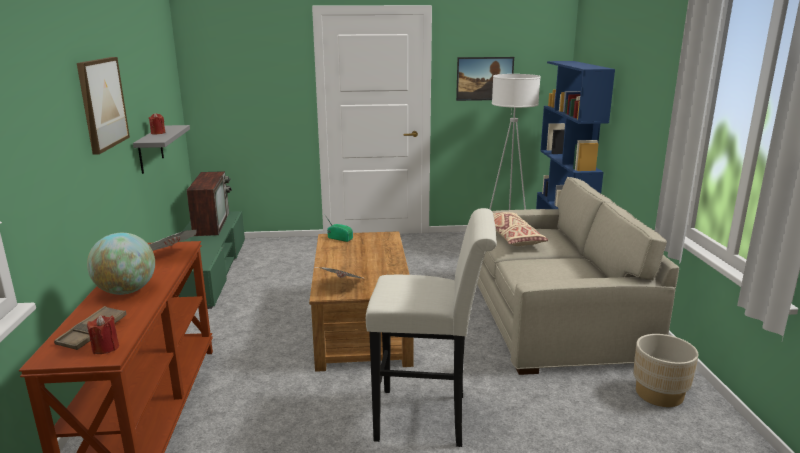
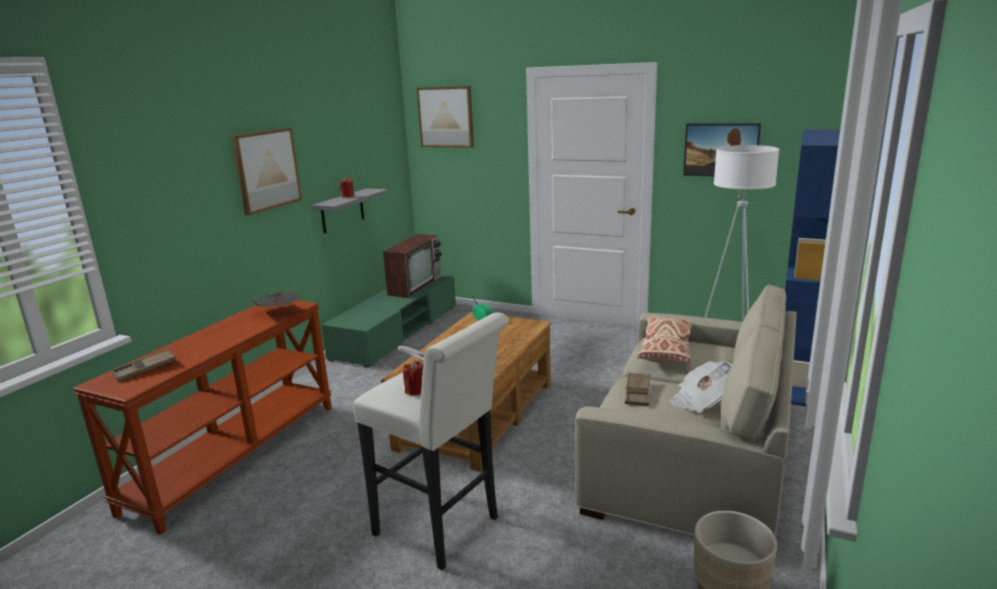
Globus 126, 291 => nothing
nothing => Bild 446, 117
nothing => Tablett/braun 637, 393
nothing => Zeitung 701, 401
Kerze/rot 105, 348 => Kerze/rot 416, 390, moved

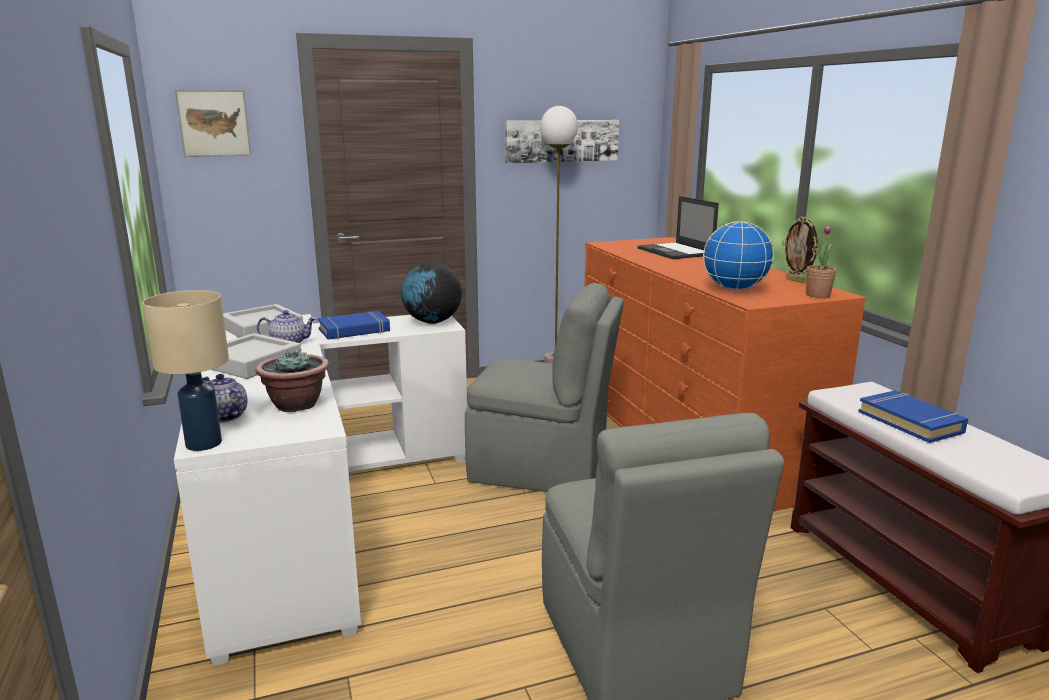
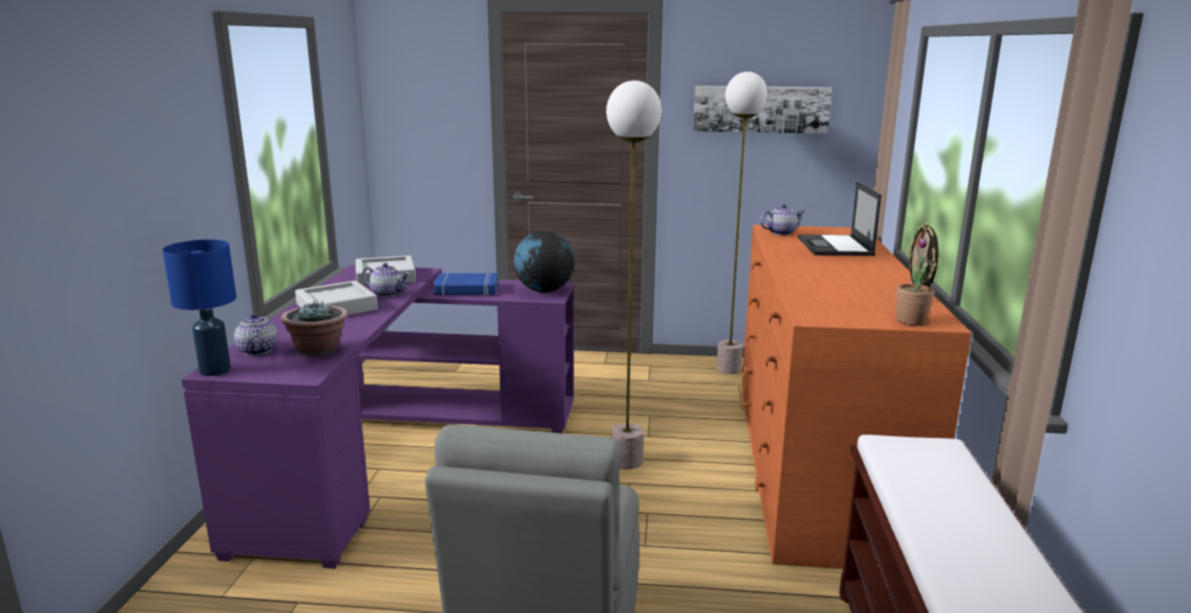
Bild 214, 123 => nothing
Globus 735, 289 => nothing
Buch/blau 910, 422 => nothing
nothing => Teekanne 781, 233
Stuhl/grau 542, 469 => Stehlampe 626, 461
Tischlampe/beige 205, 443 => Tischlampe/blau 216, 370
Schreibtisch/weiß 315, 510 => Schreibtisch/lila 396, 451

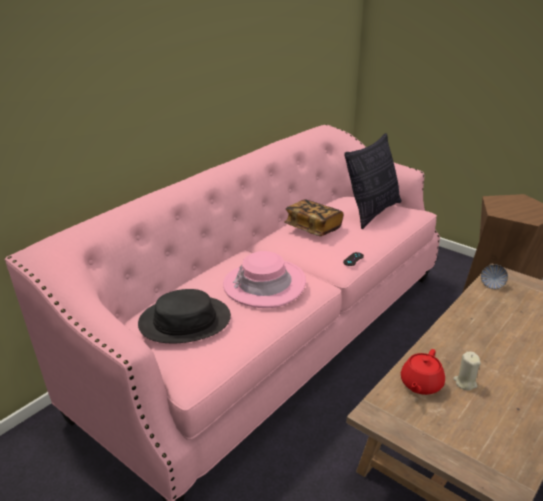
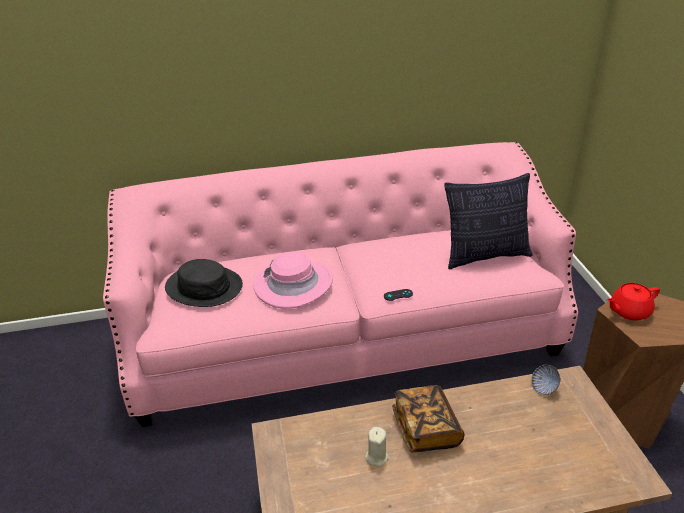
Buch 313, 228 => Buch 426, 429, moved
Teekanne/rot 420, 384 => Teekanne/rot 628, 311, moved

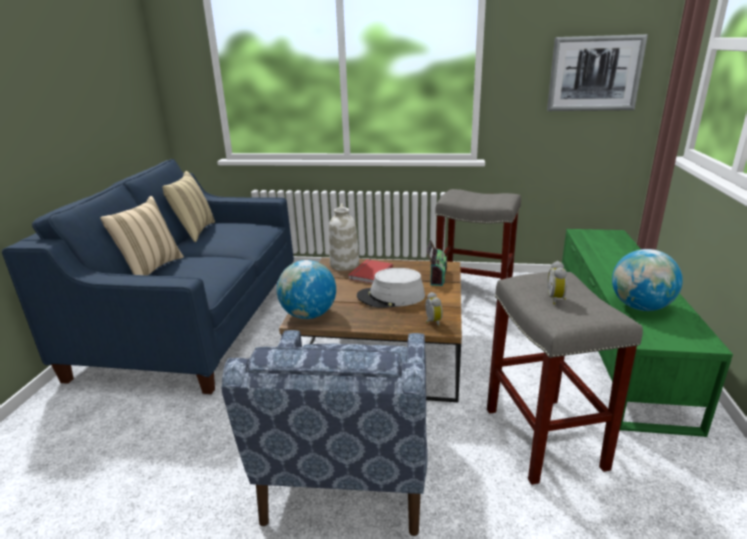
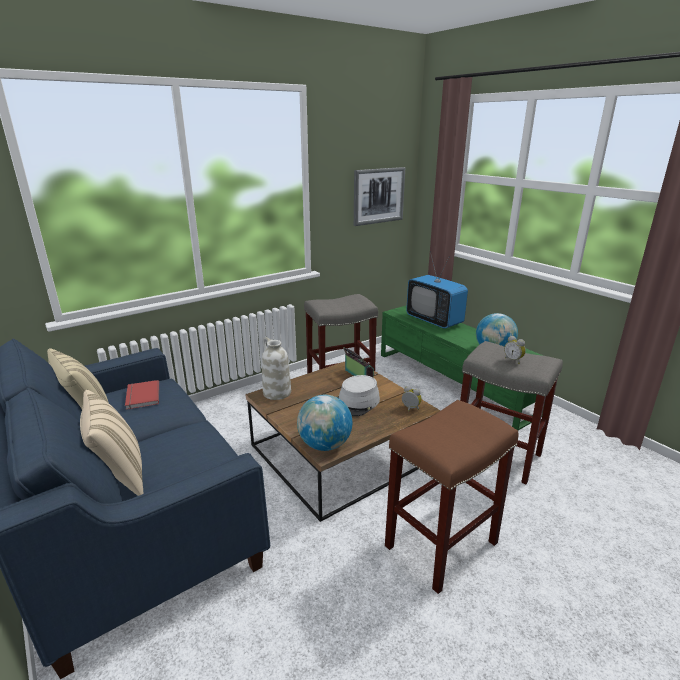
nothing => Fernseher 434, 321
Buch/rot 369, 273 => Buch/rot 141, 396, moved
Sessel/blau 347, 471 => Hocker/braun 441, 545

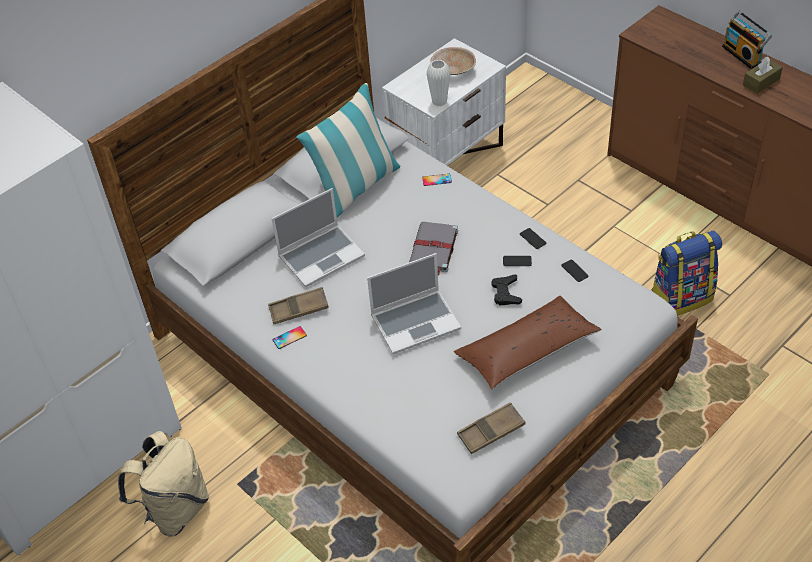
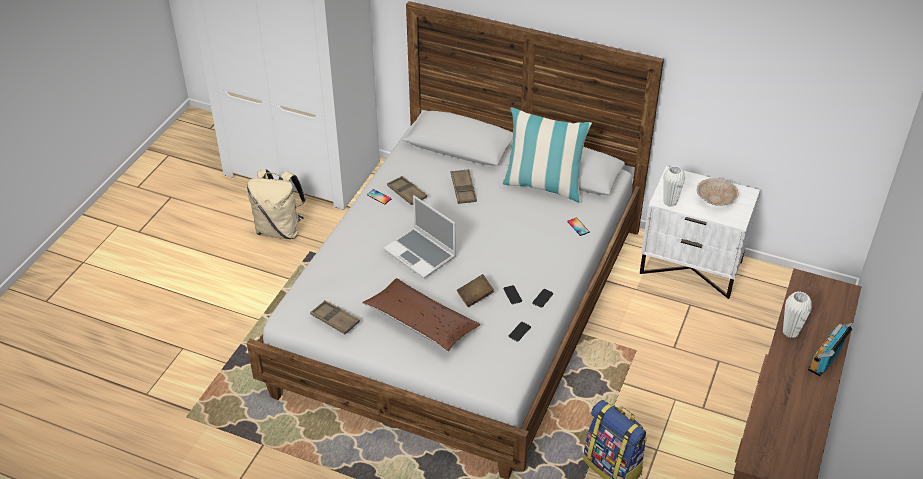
Buch/grau 433, 249 => nothing
Taschentuchbox/braun 761, 82 => nothing
nothing => Vase/weiß 790, 332
Laptop 321, 256 => Tablett/braun 463, 189
Gamepad/schwarz 506, 293 => Buch/braun 475, 297

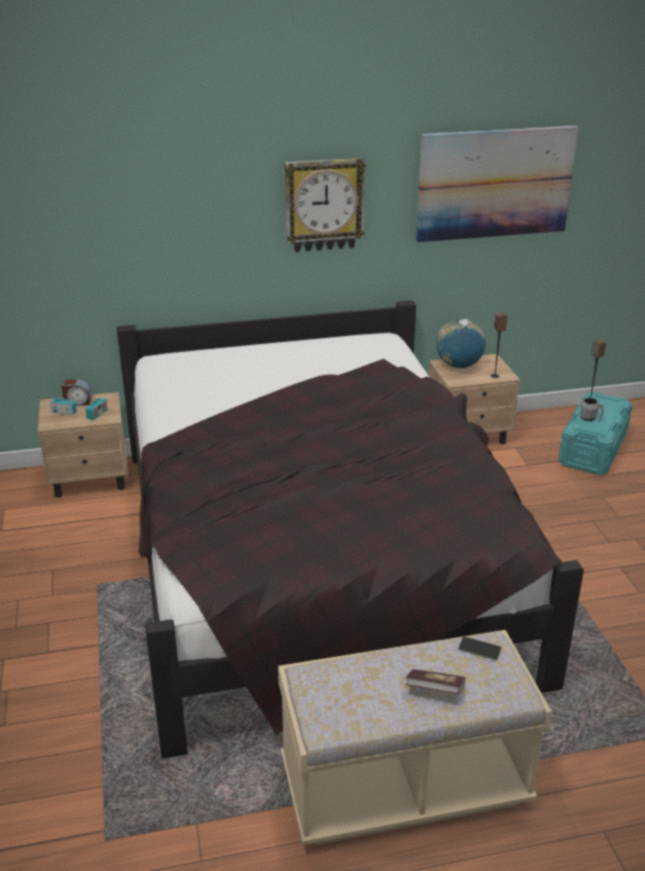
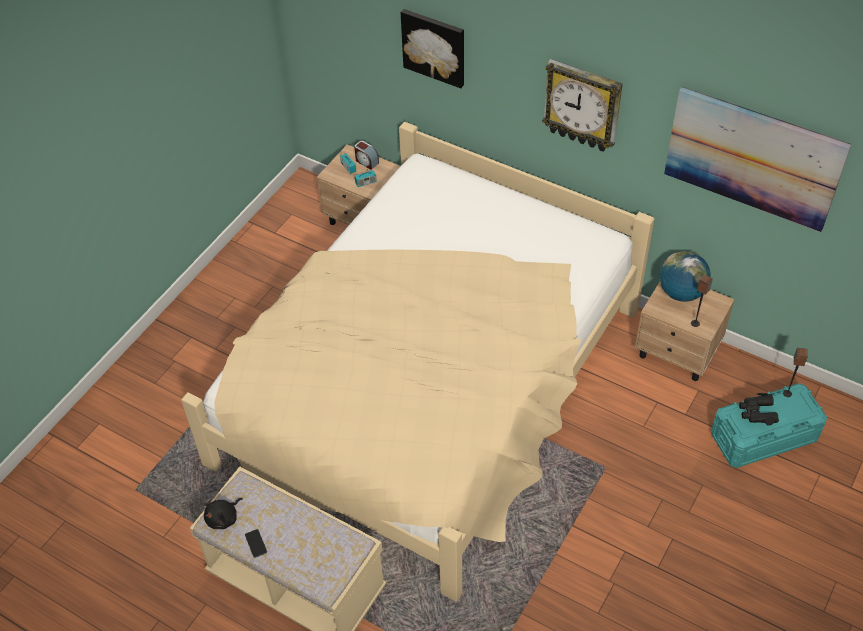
Buch 434, 690 => nothing
nothing => Plüschtier/schwarz 224, 518
nothing => Bild 434, 47
Handy 479, 649 => Handy 256, 543, moved
Henkelbecher/grau 590, 418 => Fernglas/schwarz 757, 412
Bett/schwarz 315, 557 => Bett/beige 430, 387

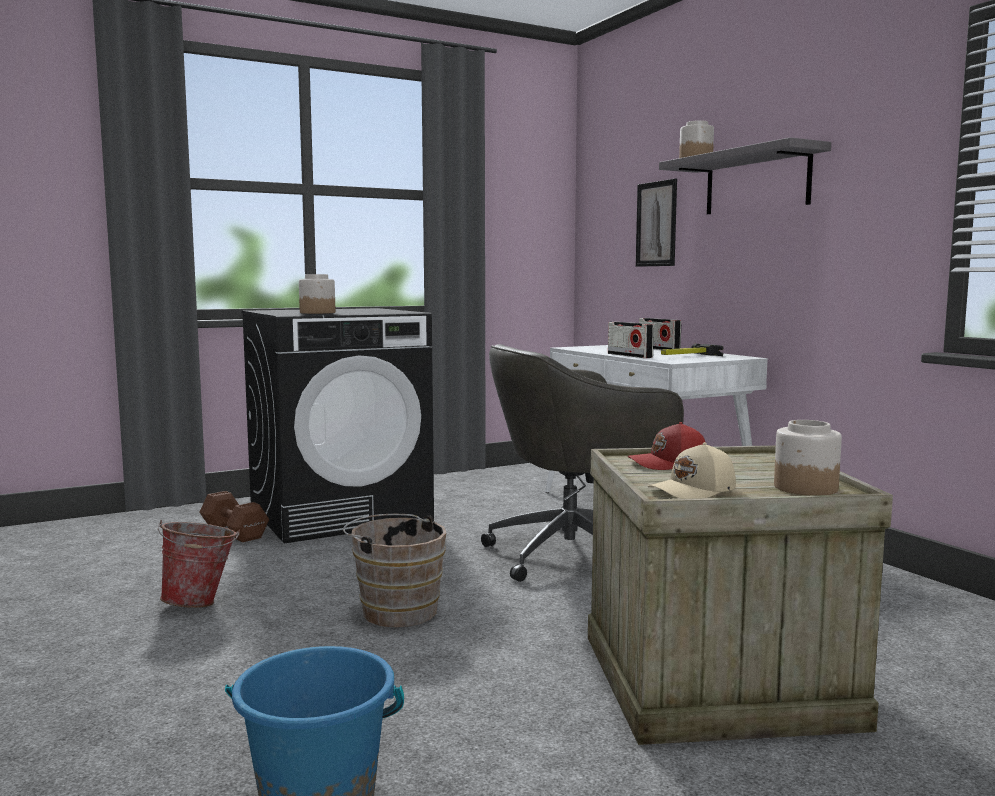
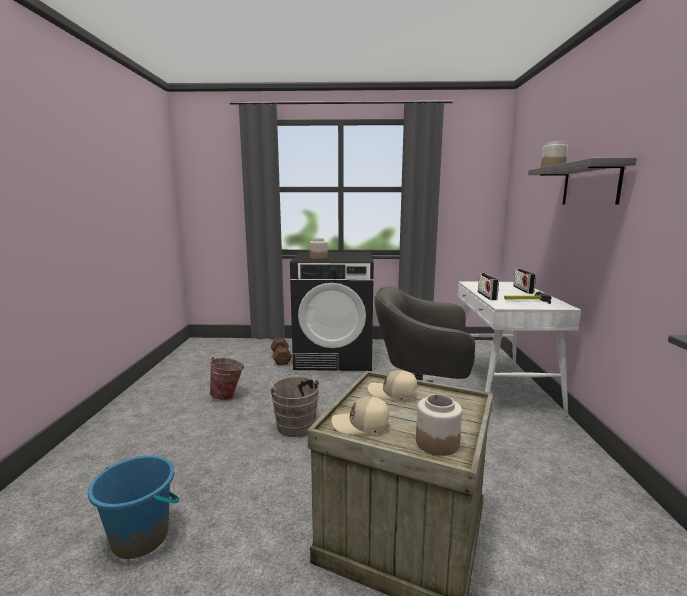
Bild 656, 224 => nothing
Kappe/rot 669, 464 => Kappe/beige 393, 393

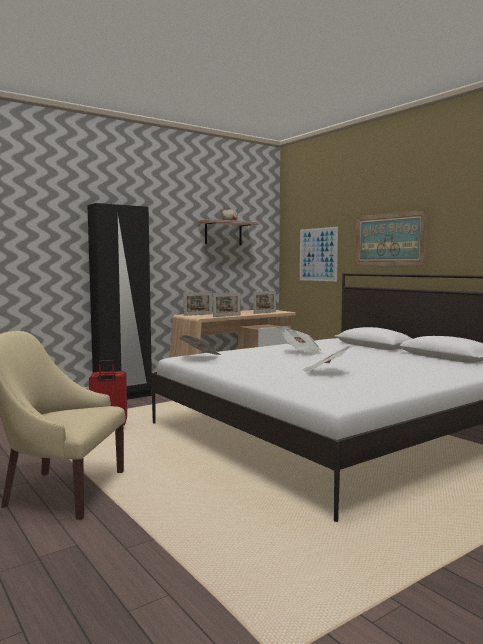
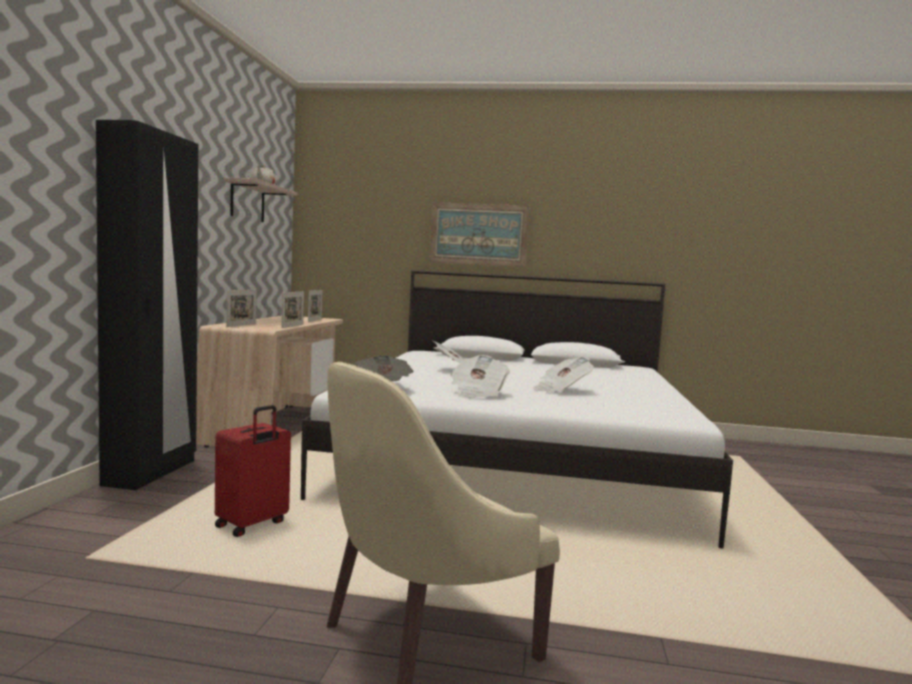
Bild 318, 254 => nothing
nothing => Zeitung 477, 393

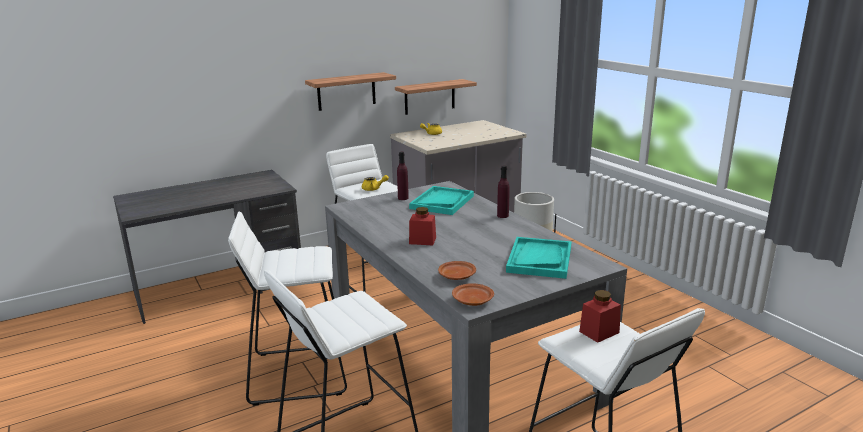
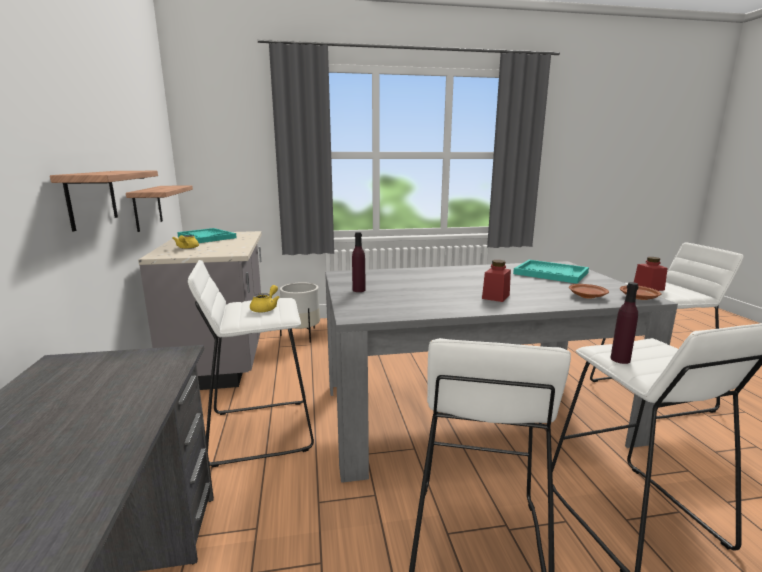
Tablett/türkis 442, 202 => Tablett/türkis 206, 237, moved
Flasche/lila 502, 216 => Flasche/lila 620, 359, moved

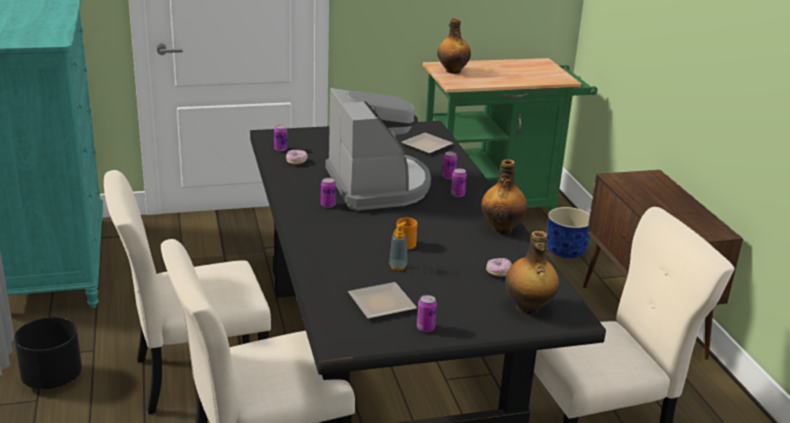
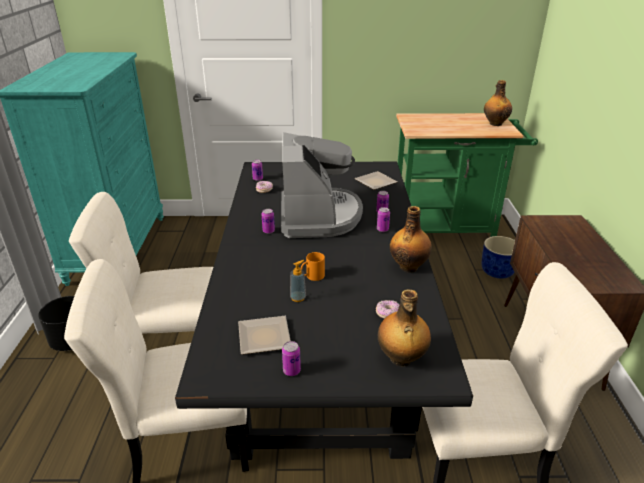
Flasche 452, 71 => Flasche 495, 124, moved

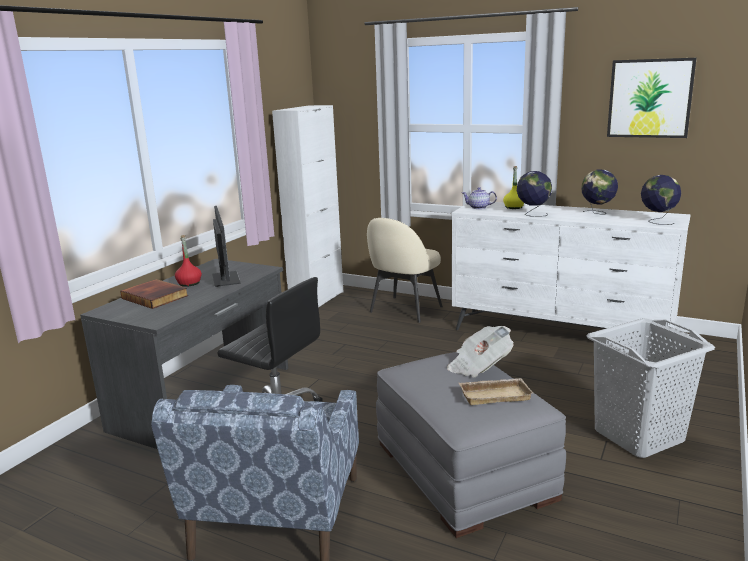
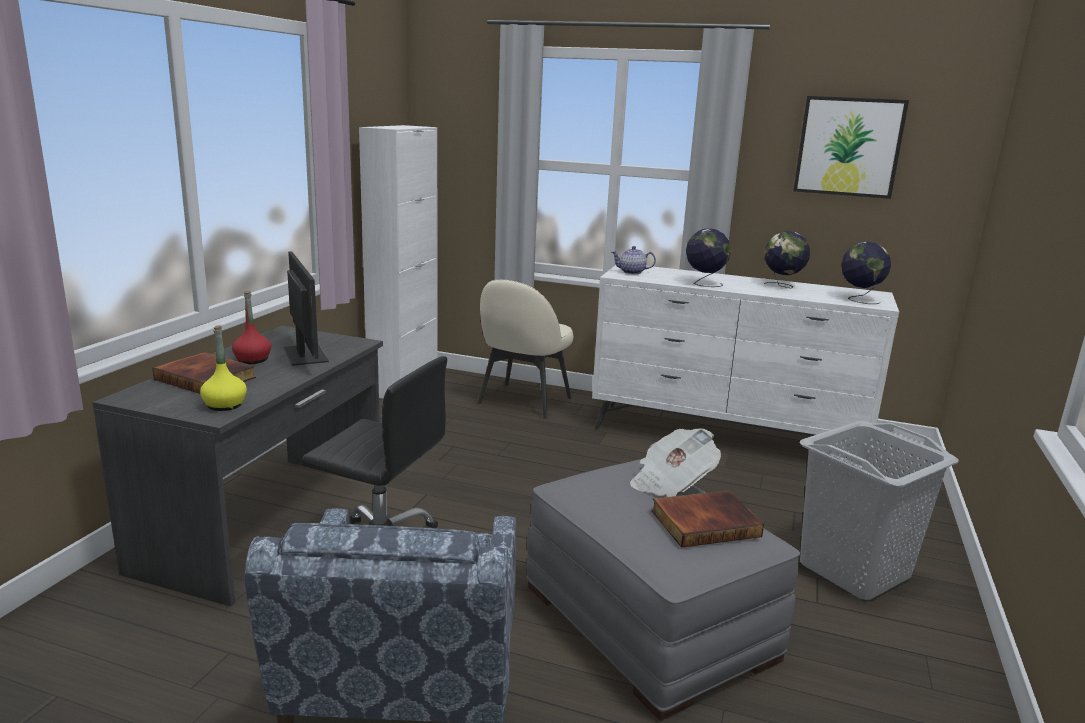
Flasche/gelb 513, 207 => Flasche/gelb 224, 405, moved
Tablett/beige 495, 395 => Buch 705, 522

